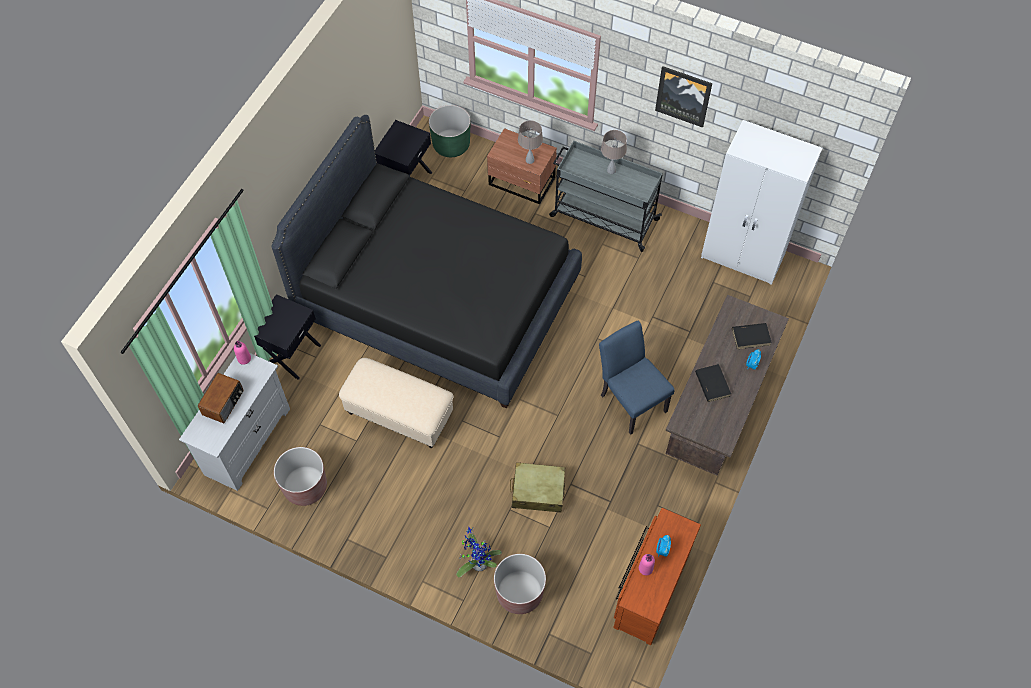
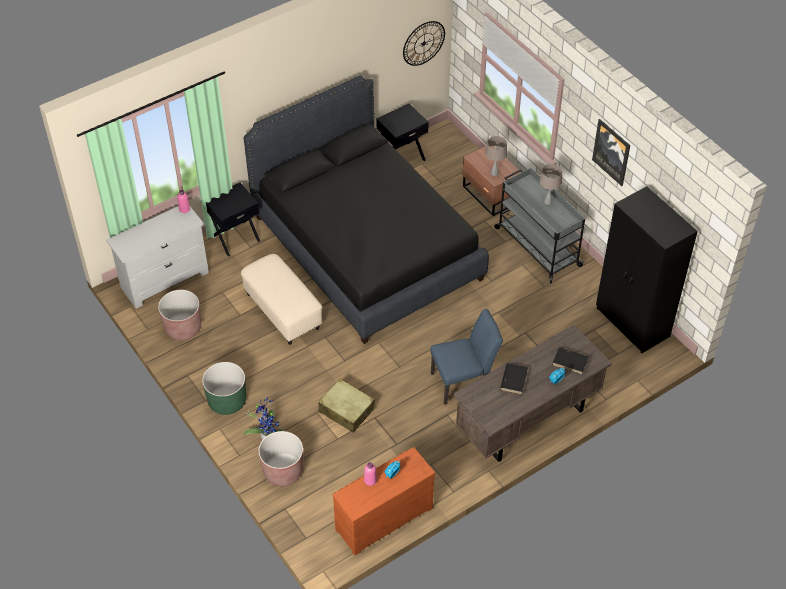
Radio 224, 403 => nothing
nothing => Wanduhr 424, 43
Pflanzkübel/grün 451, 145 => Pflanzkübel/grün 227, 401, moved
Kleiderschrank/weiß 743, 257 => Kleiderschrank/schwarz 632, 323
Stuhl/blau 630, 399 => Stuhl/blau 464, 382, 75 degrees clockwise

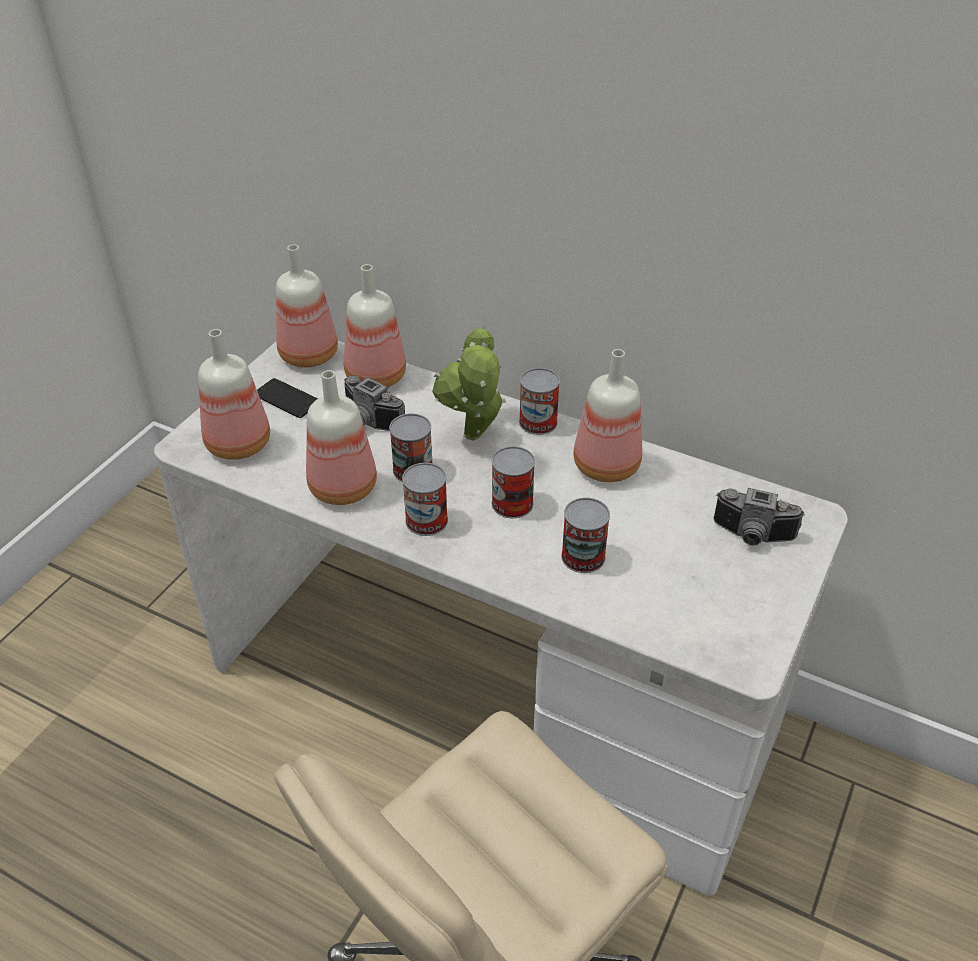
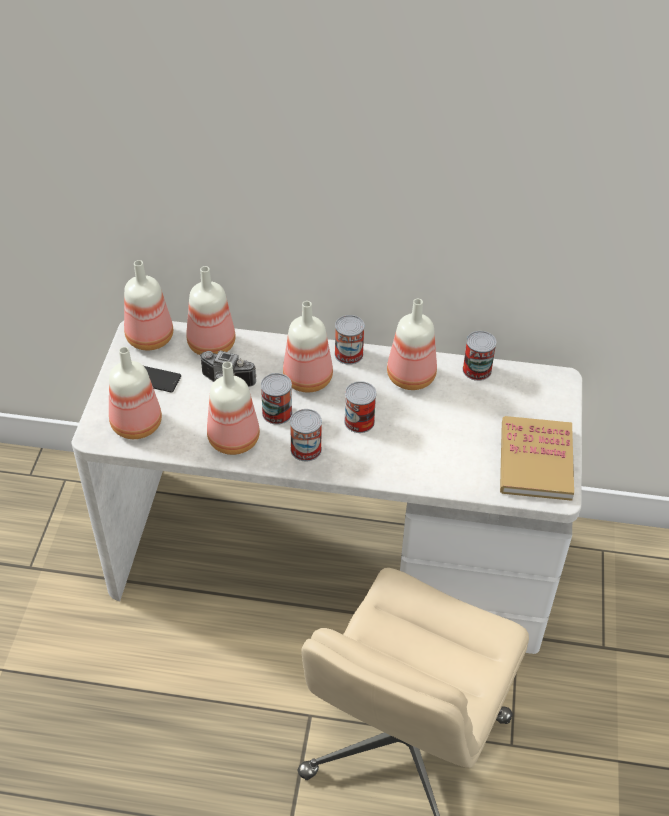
Kamera 752, 537 => nothing
nothing => Buch 535, 461
Dose 583, 556 => Dose 477, 370, moved
Topfpflanze 474, 439 => Flasche 309, 378

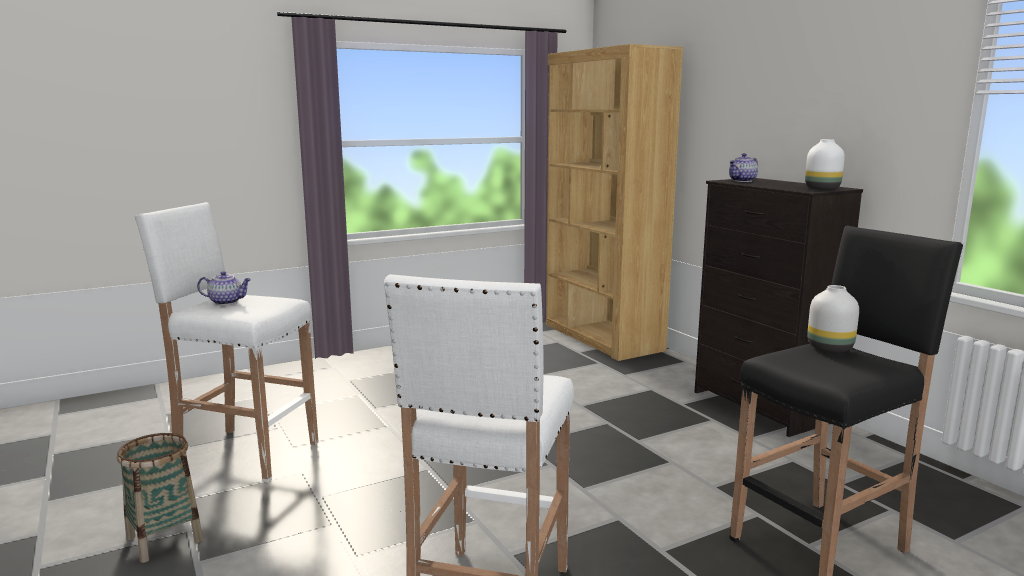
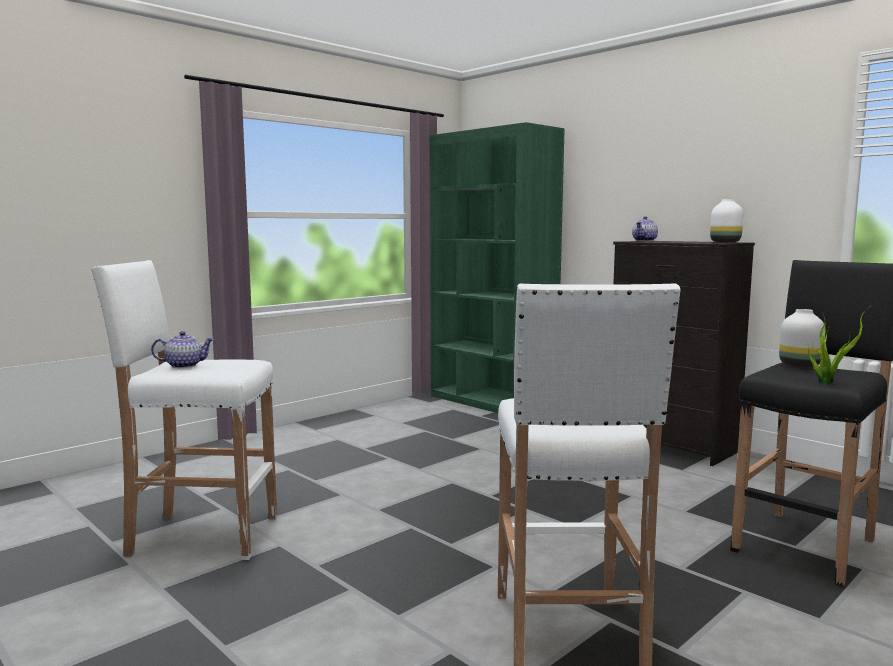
Korb 164, 539 => nothing
nothing => Topfpflanze 827, 381
Bücherregal/braun 602, 337 => Bücherregal/grün 491, 402

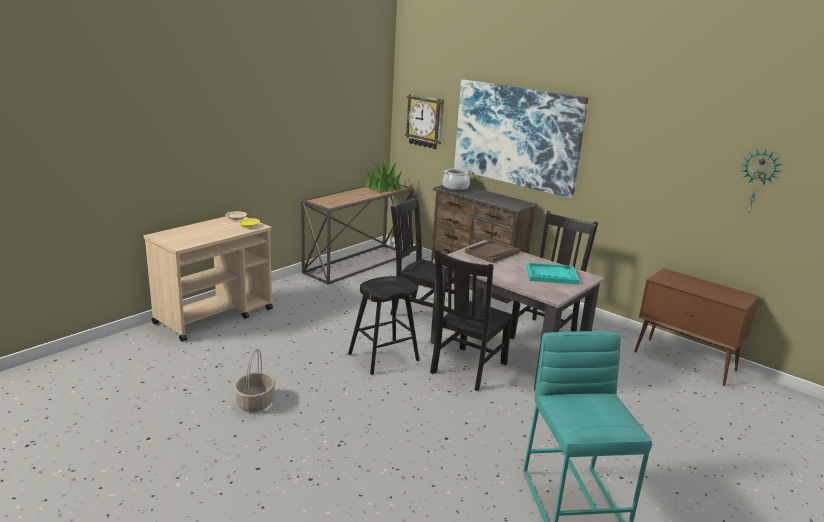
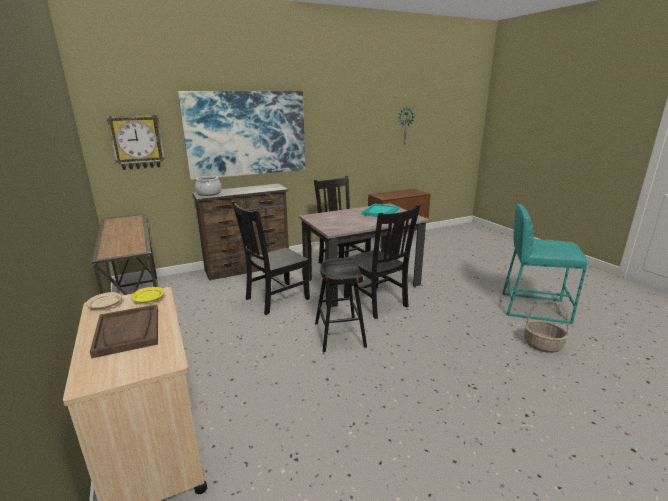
Topfpflanze 383, 187 => nothing
Korb 255, 402 => Korb 542, 345, moved
Tablett/braun 492, 253 => Tablett/braun 128, 331, moved

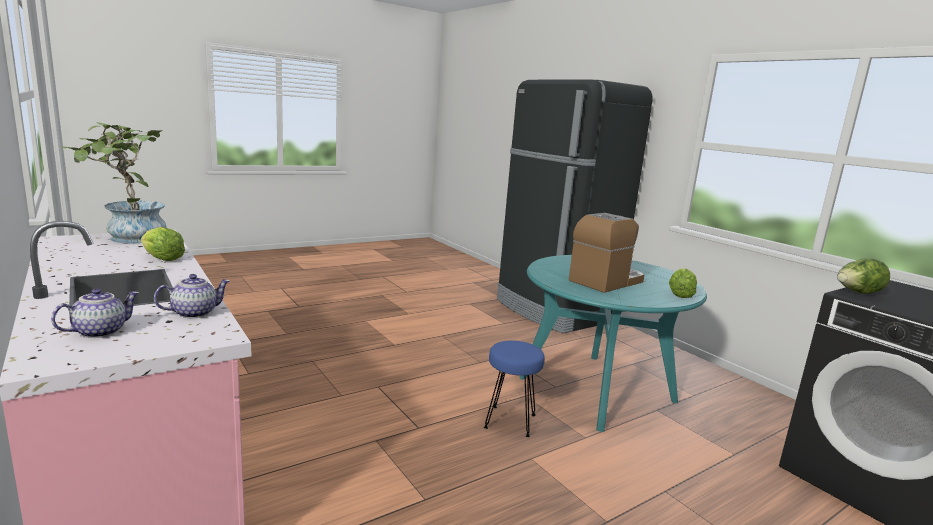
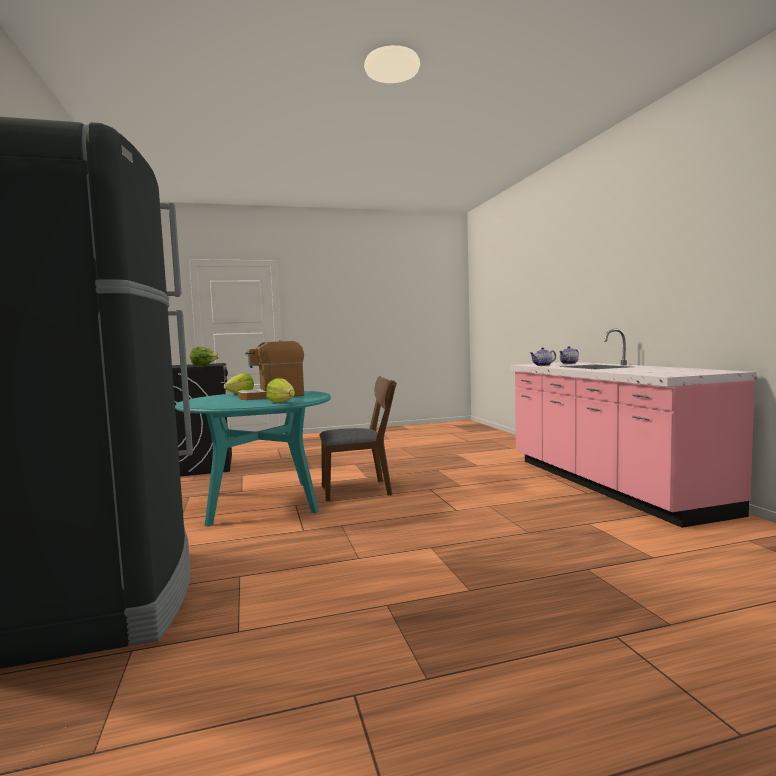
Topfpflanze 129, 238 => nothing
Salatkopf 162, 259 => Salatkopf 282, 402, moved
Hocker/blau 509, 421 => Stuhl/braun 362, 489

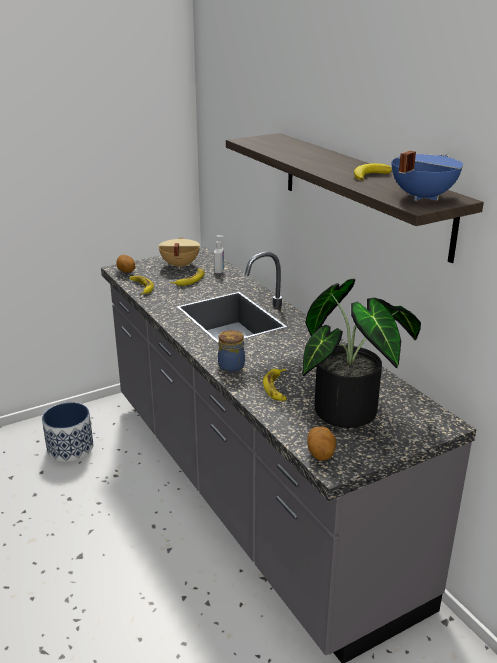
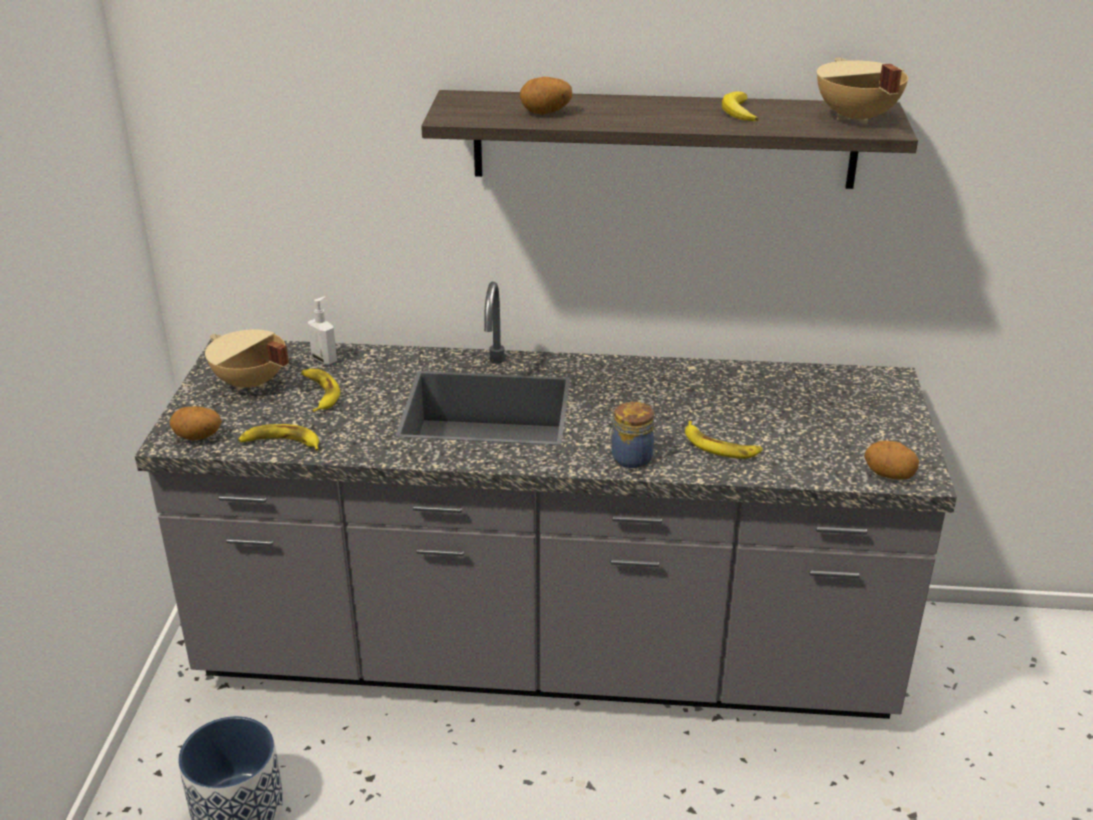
Topfpflanze 353, 411 => nothing
nothing => Kartoffel 546, 113
Kochtopf/blau 421, 197 => Kochtopf/beige 855, 118

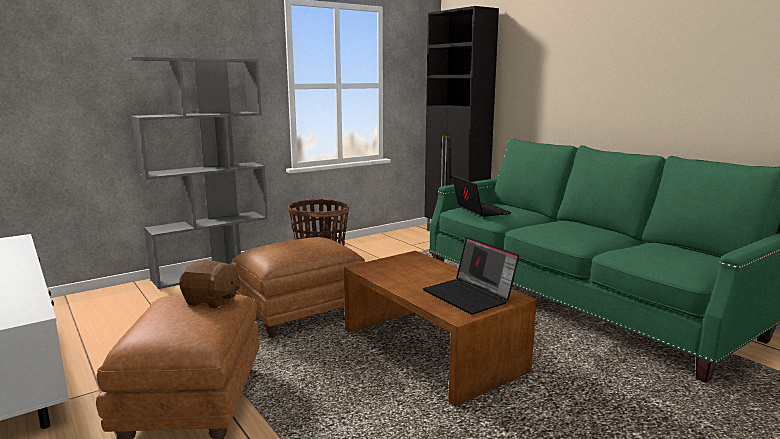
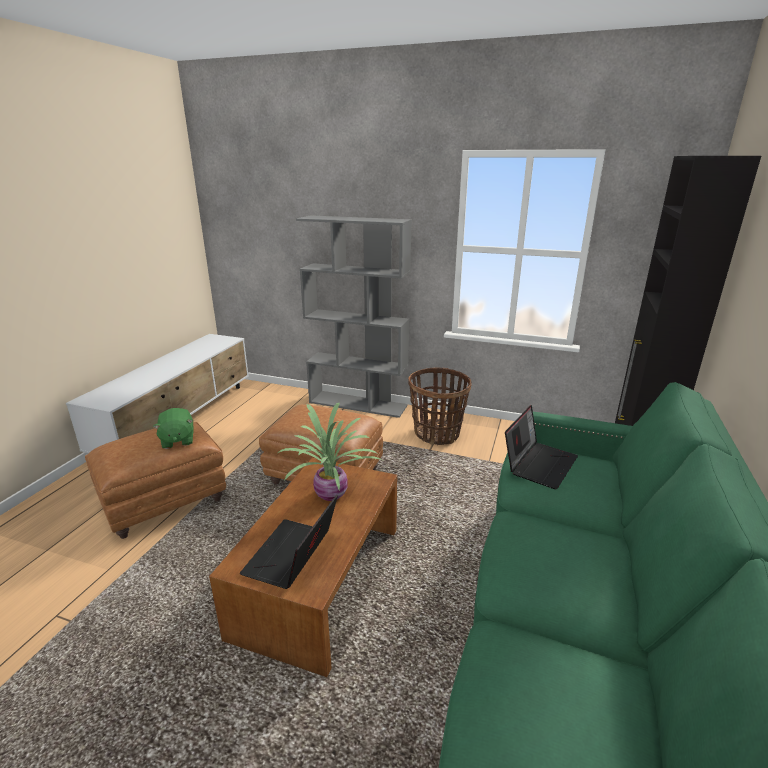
nothing => Topfpflanze 332, 493
Plüschtier/braun 212, 300 => Plüschtier/grün 177, 440

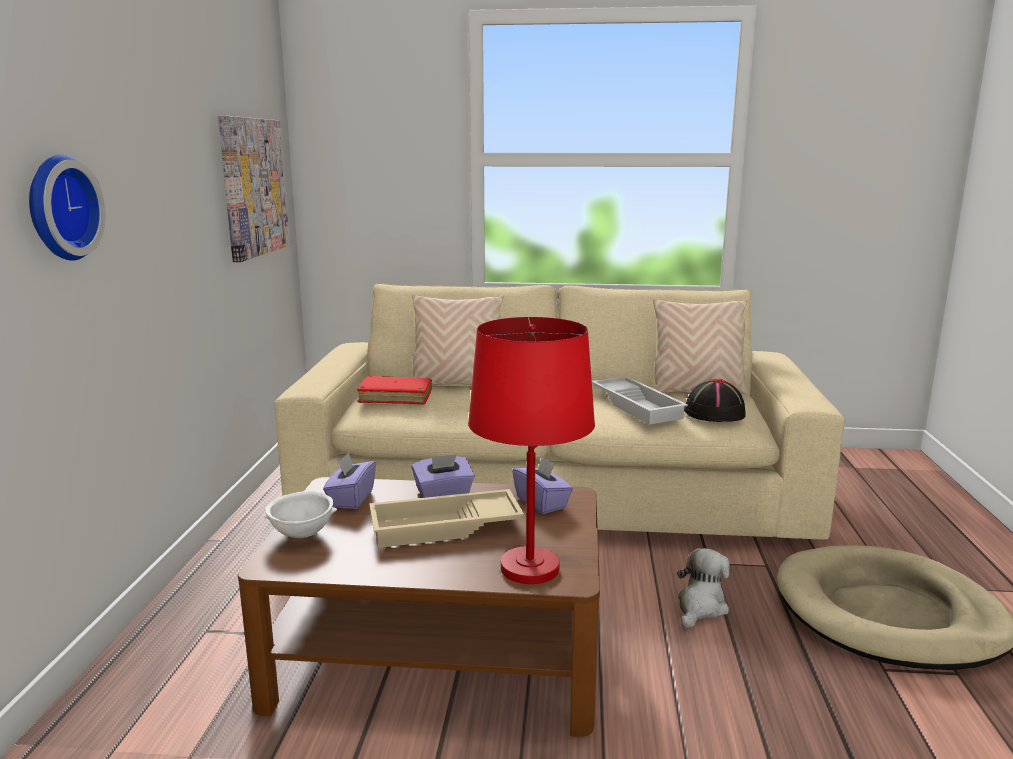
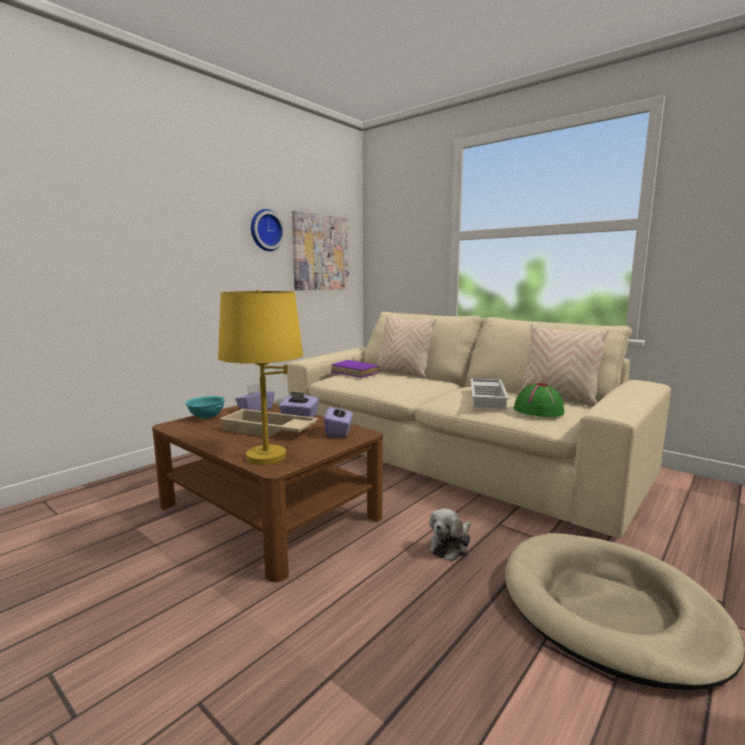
Wanduhr 59, 208 => Wanduhr 265, 230, moved
Schüssel/weiß 302, 534 => Schüssel/türkis 206, 418
Buch/rot 395, 398 => Buch/lila 355, 373
Tischlampe/rot 530, 569 => Tischlampe/gelb 266, 457
Hut/schwarz 713, 413 => Hut/grün 538, 410
Plüschtier 700, 607 => Plüschtier 451, 546, 150 degrees clockwise

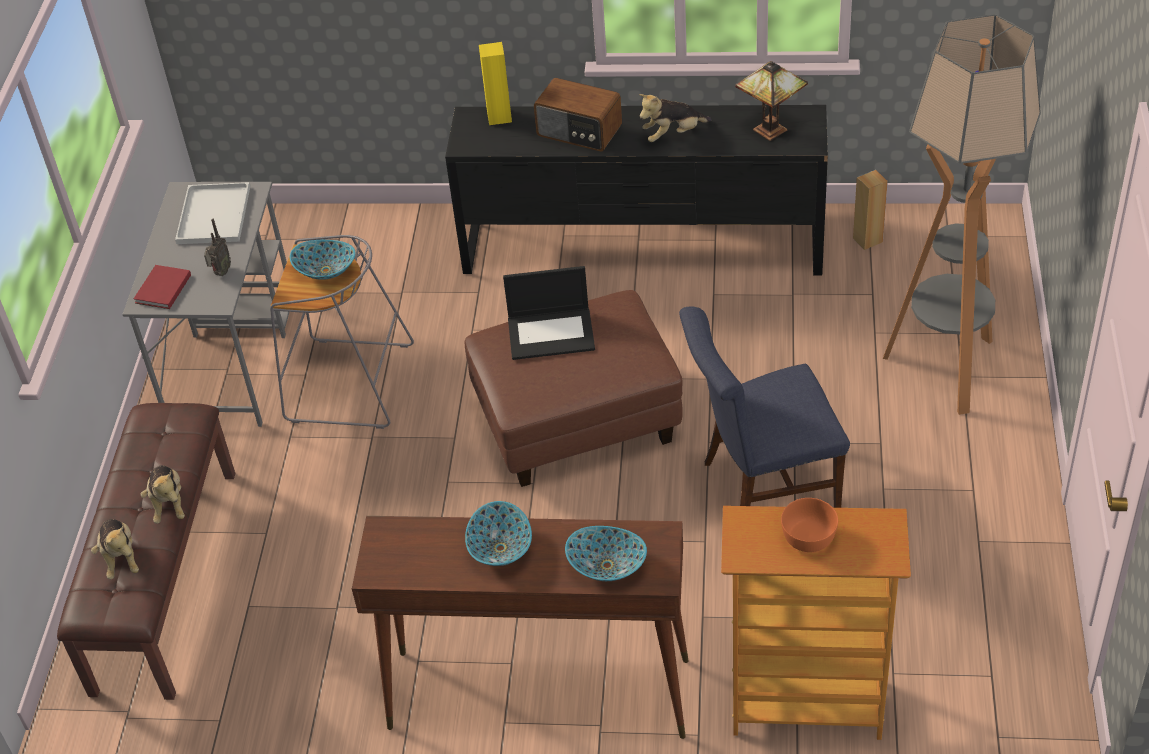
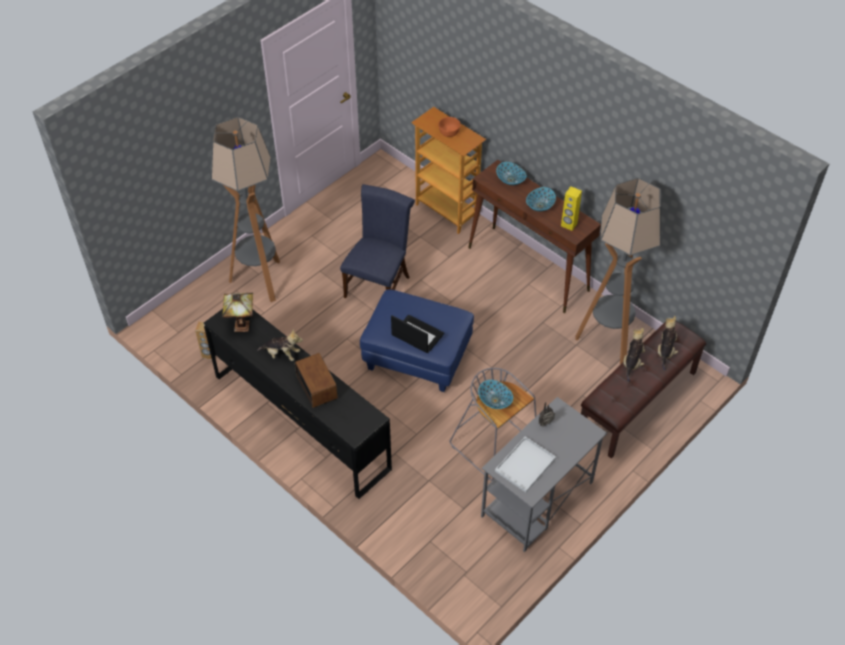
Buch/rot 161, 290 => nothing
nothing => Stehlampe 607, 341
Lautsprecher/gelb 499, 117 => Lautsprecher/gelb 569, 225, moved
Polsterhocker/braun 578, 422 => Polsterhocker/blau 416, 356
Stuhl/blau 761, 487 => Stuhl/blau 379, 284, 90 degrees counterclockwise

